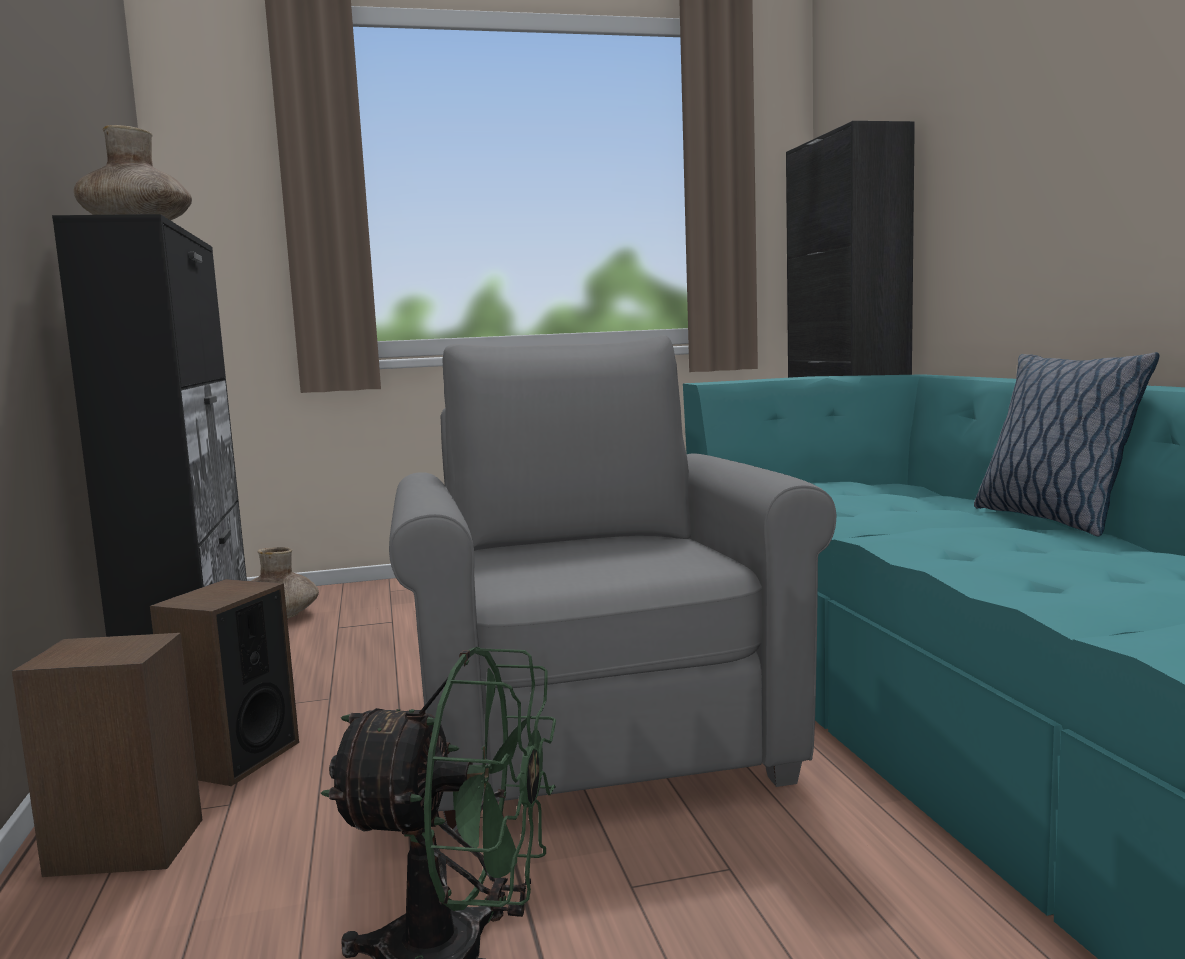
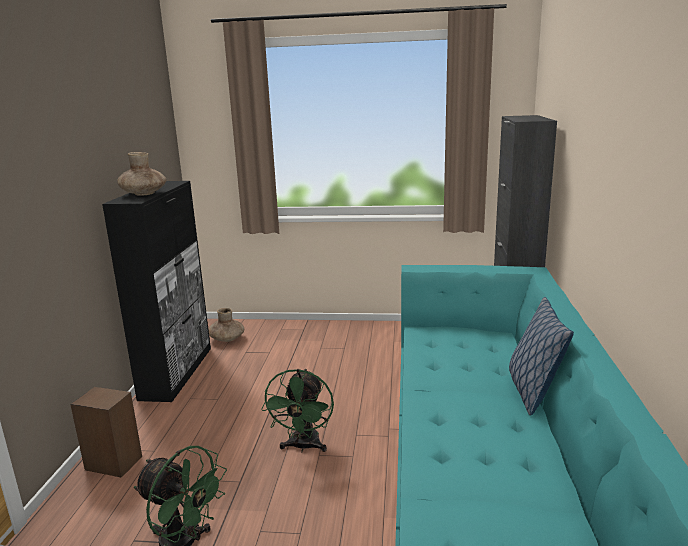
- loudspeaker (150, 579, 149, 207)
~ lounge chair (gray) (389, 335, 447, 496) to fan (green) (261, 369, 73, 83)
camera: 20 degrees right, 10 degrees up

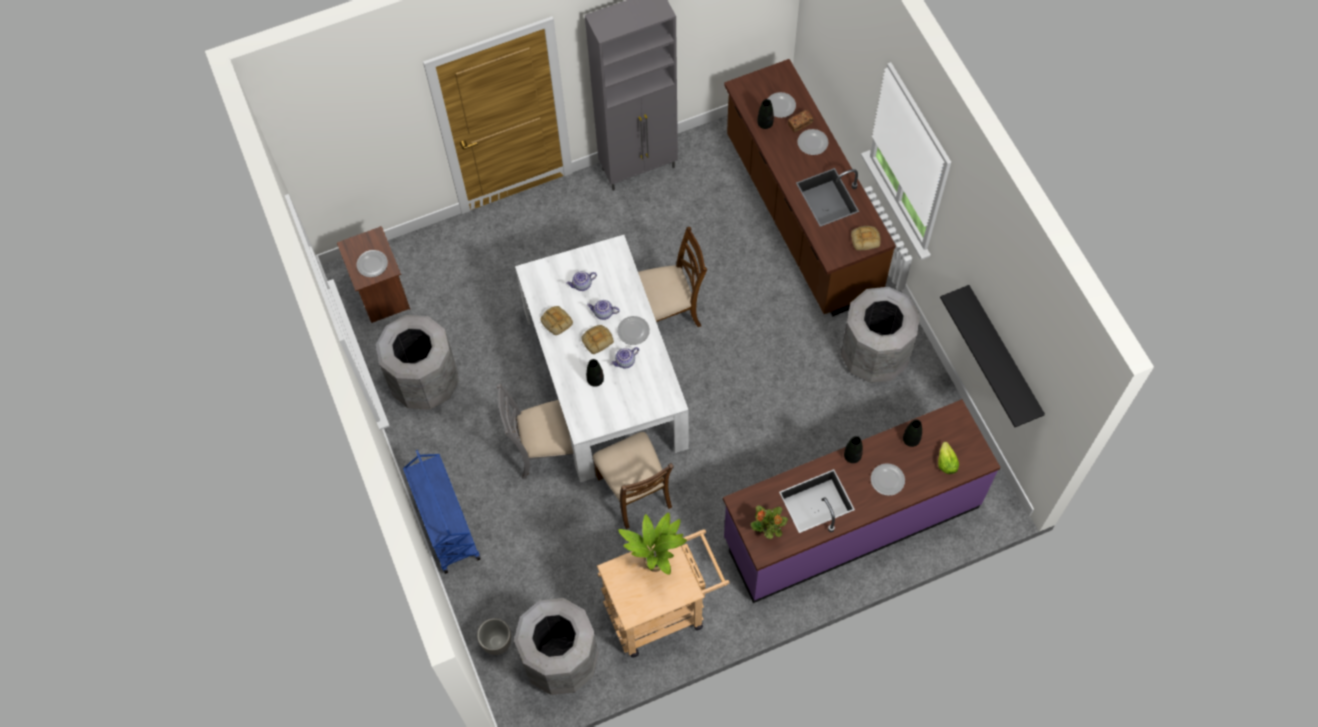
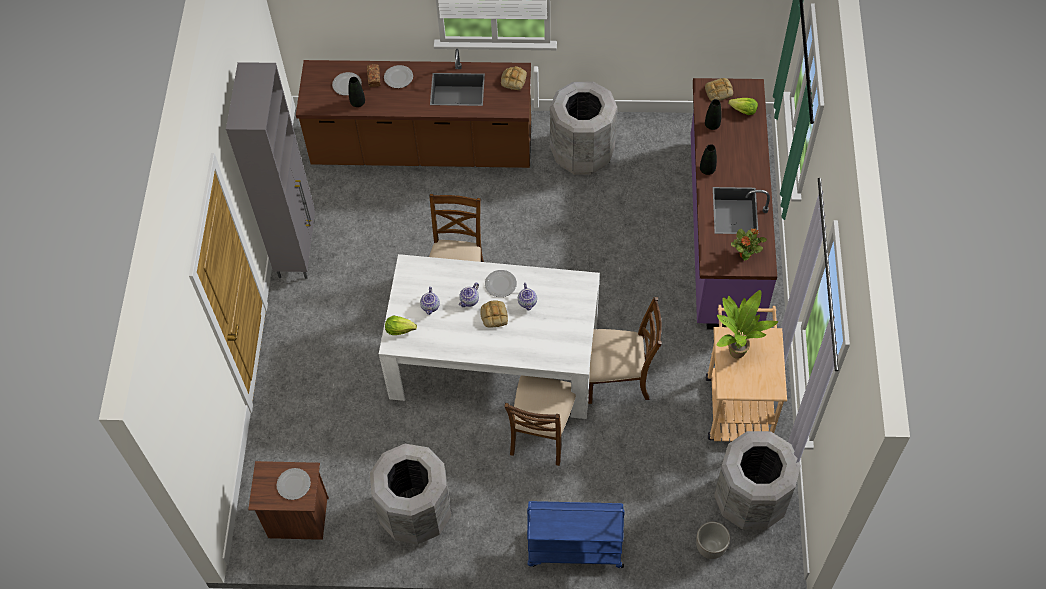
~ upright chair (gray) (497, 383, 76, 96) to upright chair (brown-coloured) (504, 376, 72, 90)
~ baked bread (540, 306, 33, 29) to (705, 78, 28, 23)
- decorative vase (blackish) (586, 359, 18, 28)
- plate (871, 463, 34, 33)
- shelf (blackish) (940, 285, 105, 142)
+ lettuce head (385, 316, 32, 19)
camera: 65 degrees left, 5 degrees down

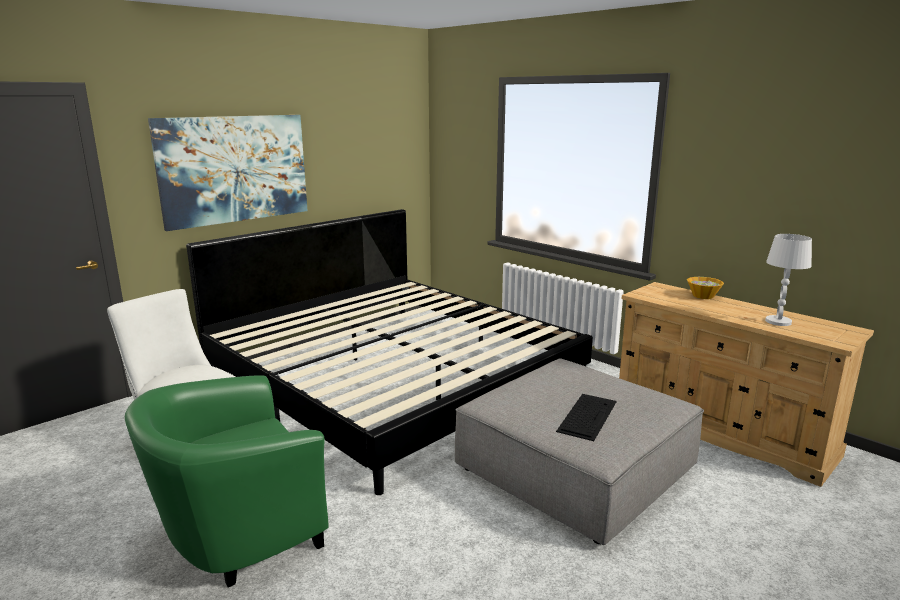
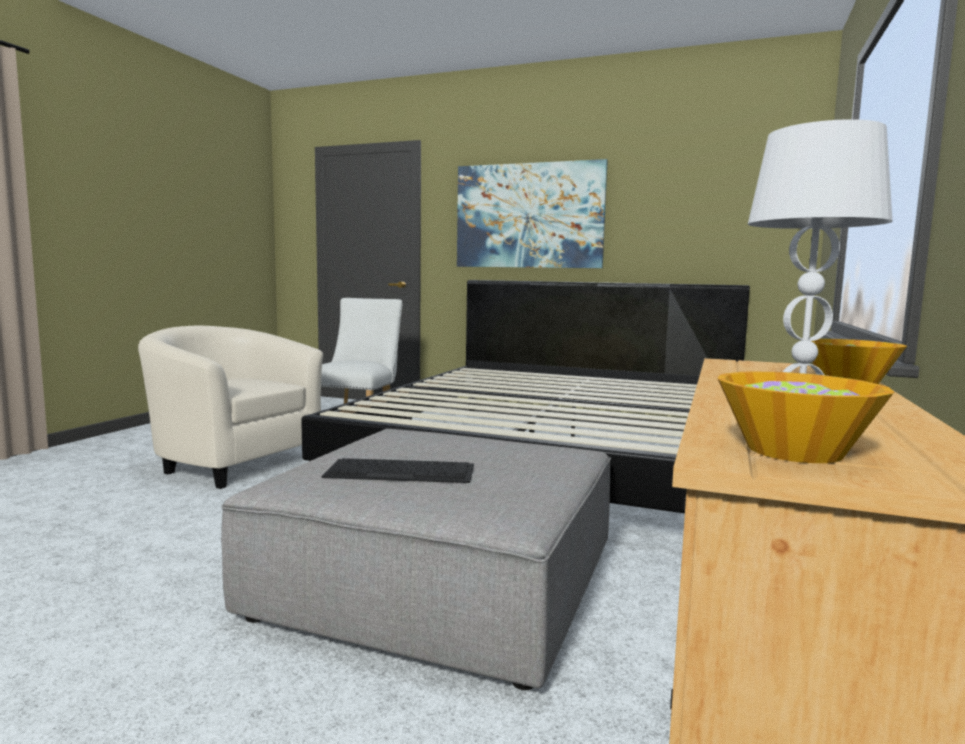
~ lounge chair (green) (125, 375, 203, 213) to lounge chair (sand-coloured) (138, 326, 185, 163)
+ serving bowl (717, 372, 177, 91)
camera: 65 degrees right, 10 degrees down

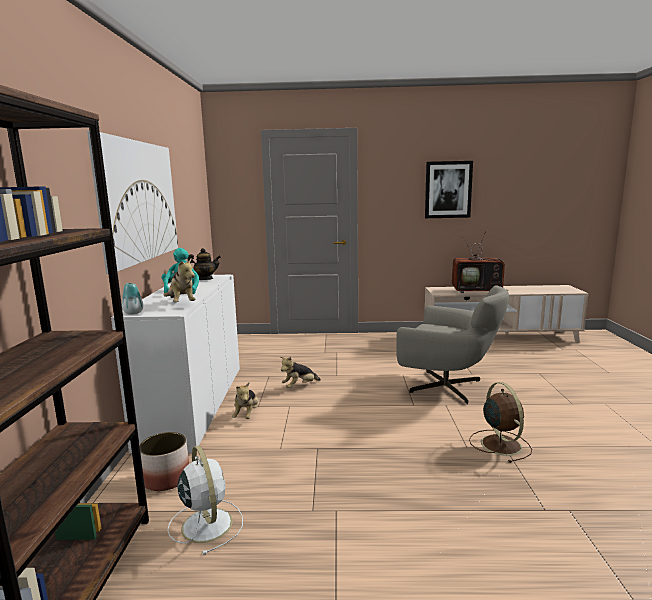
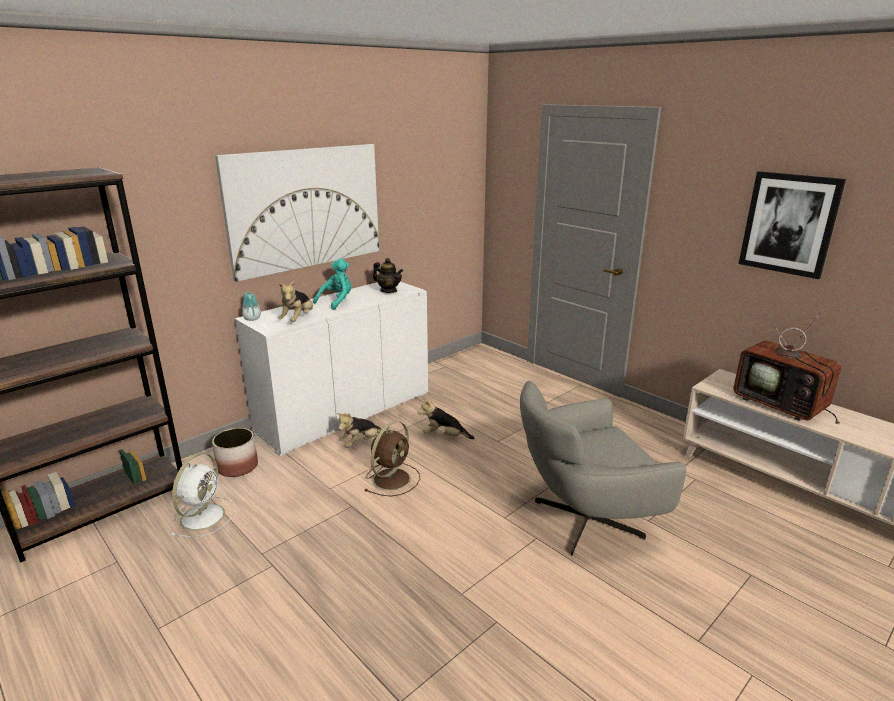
~ lounge chair (gray) (396, 285, 113, 119) = (520, 381, 166, 175) 90 degrees clockwise
~ fan (brown-coloured) (469, 382, 63, 81) to (365, 421, 55, 76)
camera: 45 degrees right, 10 degrees up

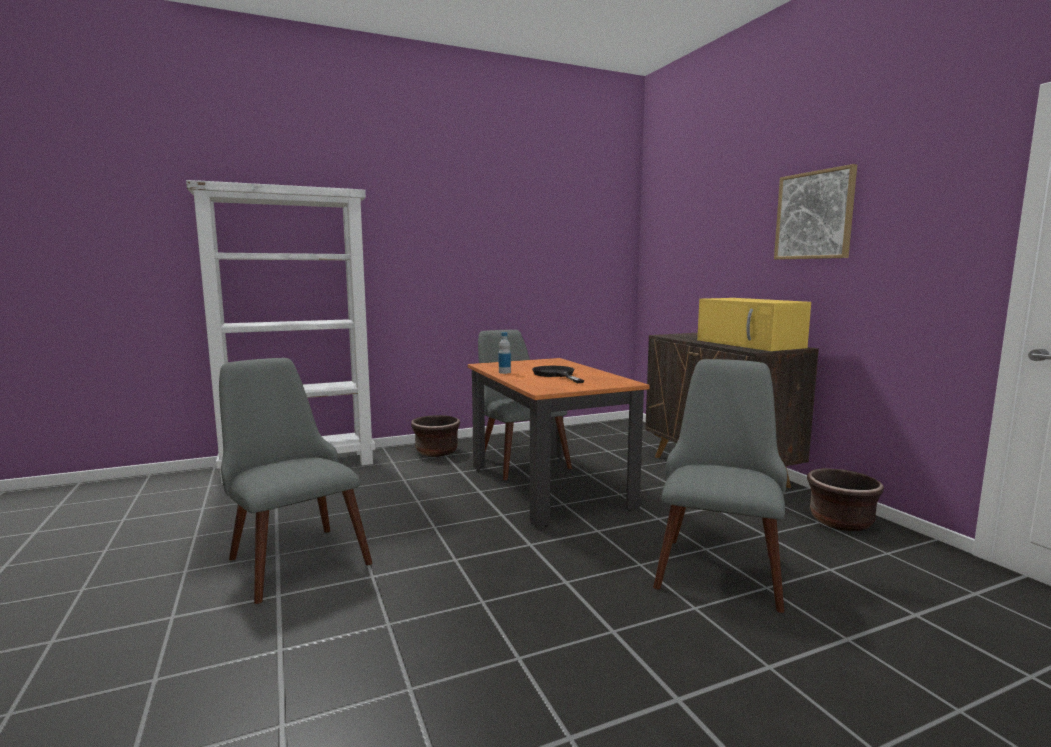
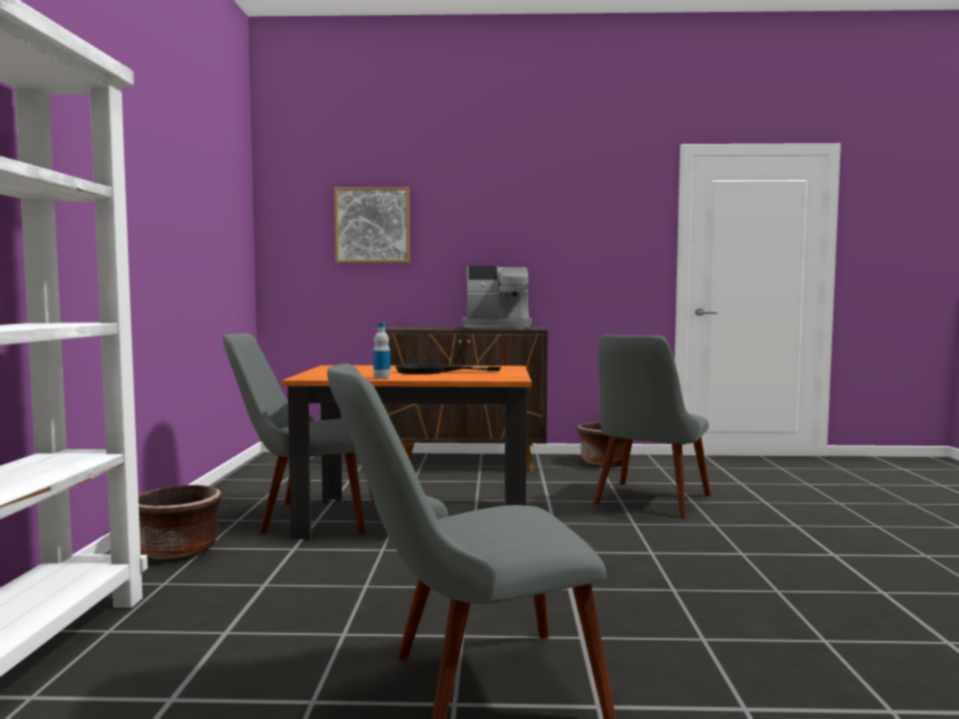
~ upright chair (gray) (653, 359, 134, 254) = (593, 334, 118, 184) 105 degrees counterclockwise
~ kitchen microwave (yellowish) (697, 298, 114, 53) to coffee maker (462, 266, 70, 63)
~ wall art (774, 164, 83, 96) to (334, 187, 76, 76)
camera: 65 degrees left, 5 degrees down

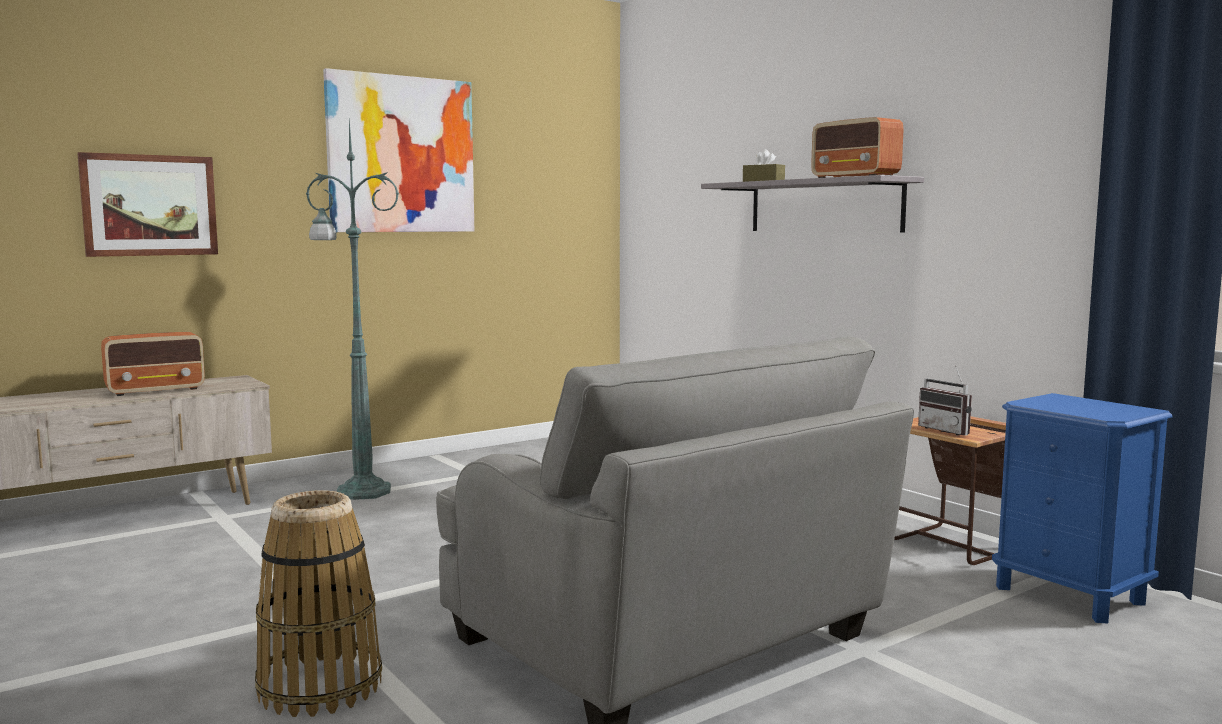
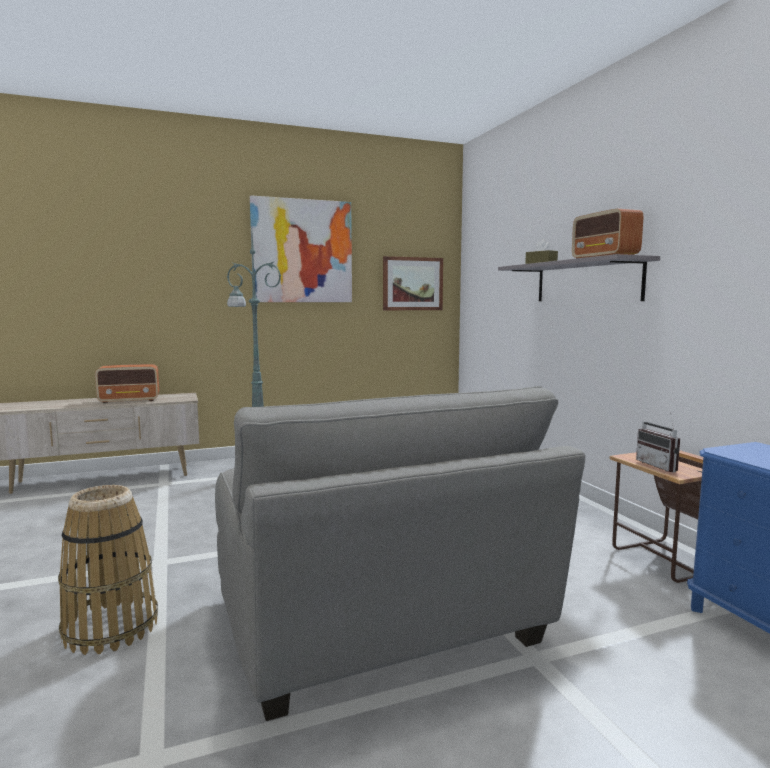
~ wall art (77, 152, 141, 105) to (383, 256, 60, 54)
camera: 15 degrees right, 0 degrees up

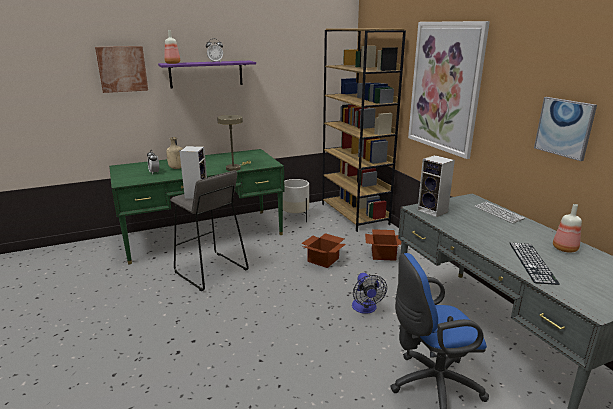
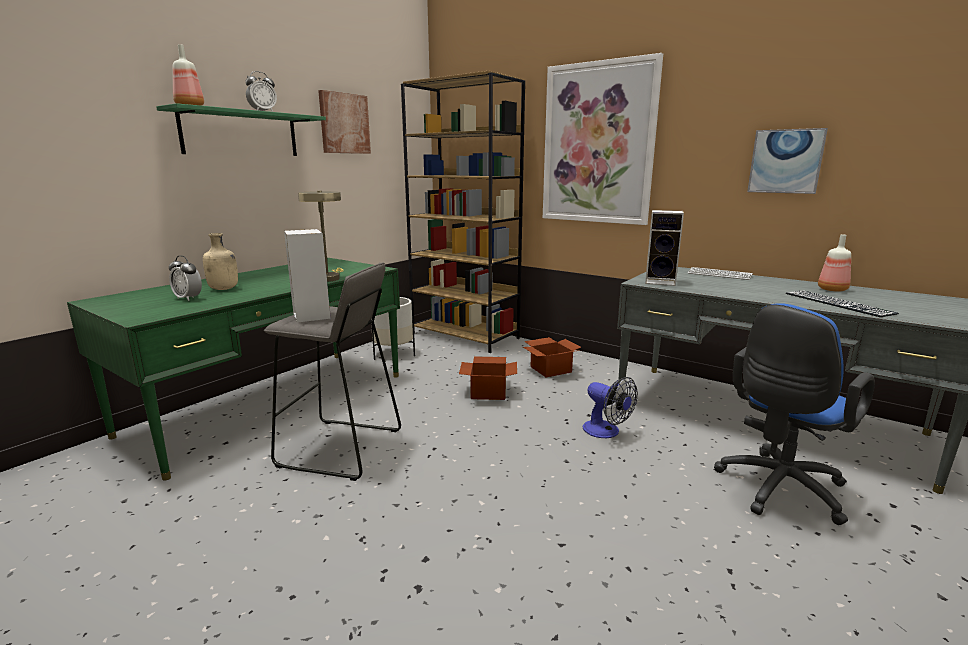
~ wall art (95, 46, 53, 47) to (318, 90, 53, 64)
~ shelf (purple-coloured) (158, 61, 98, 28) to shelf (green) (156, 103, 170, 53)
camera: 30 degrees left, 5 degrees down

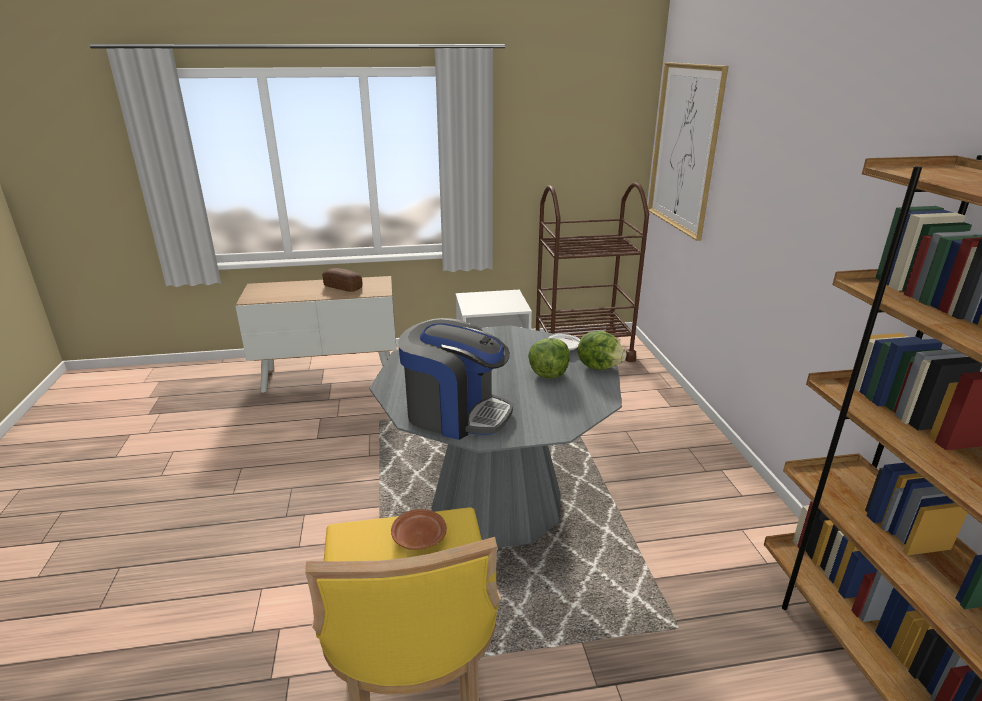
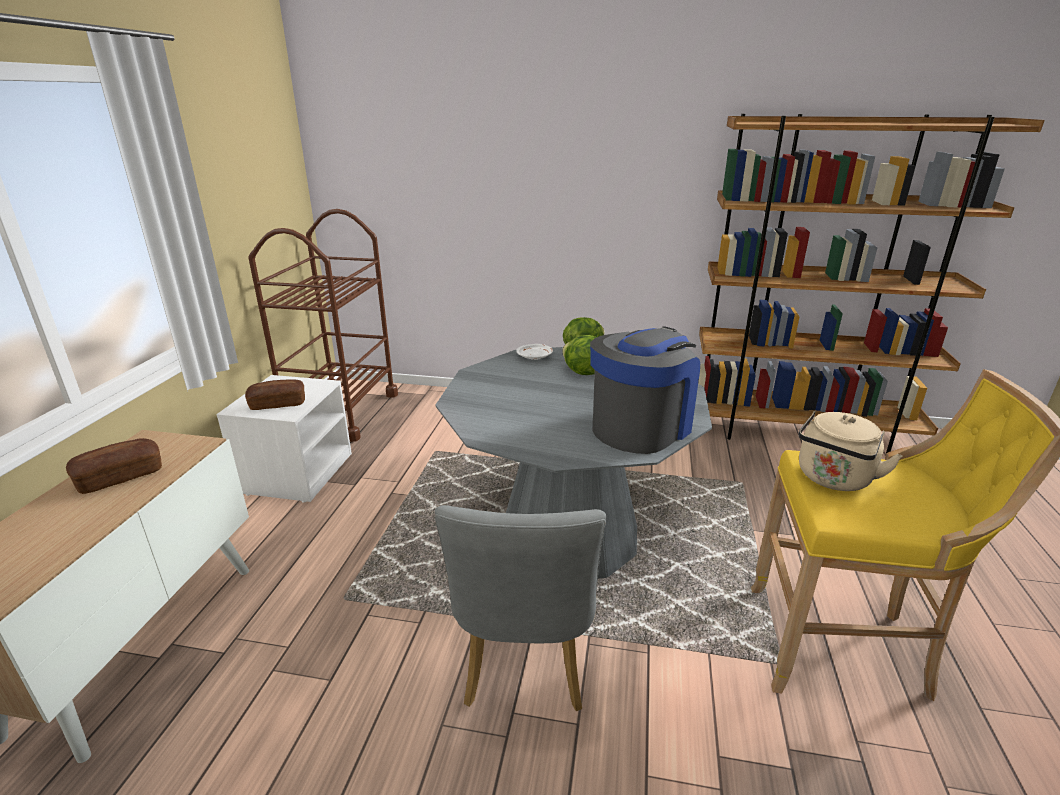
~ plate (brown-coloured) (391, 509, 56, 41) to water kettle (sand-coloured) (798, 411, 105, 80)
- wall art (648, 62, 81, 179)
+ baked bread (245, 379, 60, 31)
+ upright chair (gray) (435, 505, 171, 206)
camera: 70 degrees left, 0 degrees up

